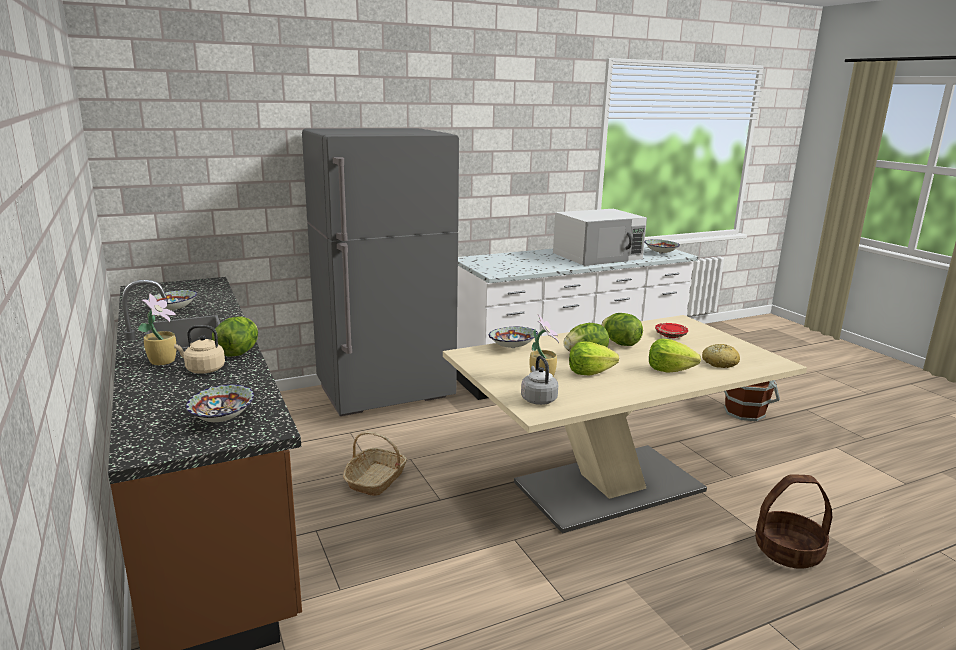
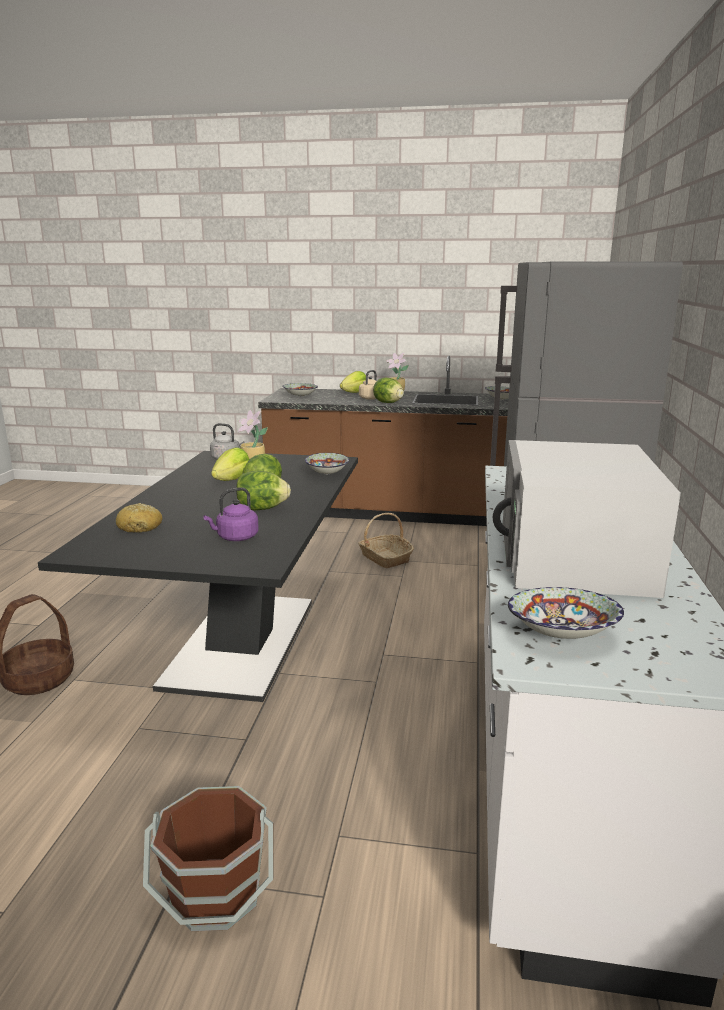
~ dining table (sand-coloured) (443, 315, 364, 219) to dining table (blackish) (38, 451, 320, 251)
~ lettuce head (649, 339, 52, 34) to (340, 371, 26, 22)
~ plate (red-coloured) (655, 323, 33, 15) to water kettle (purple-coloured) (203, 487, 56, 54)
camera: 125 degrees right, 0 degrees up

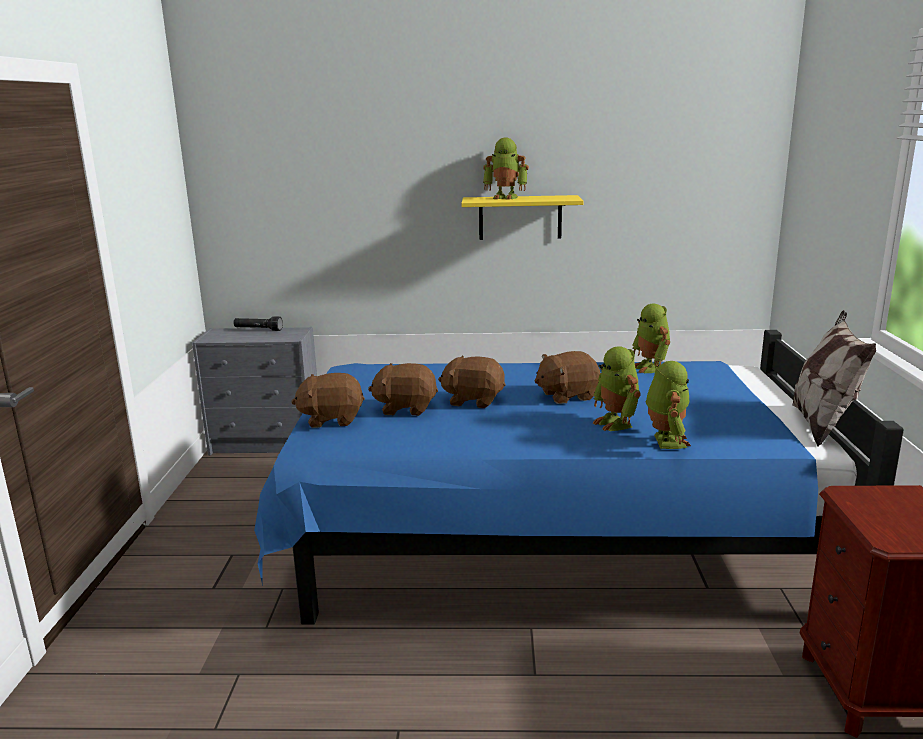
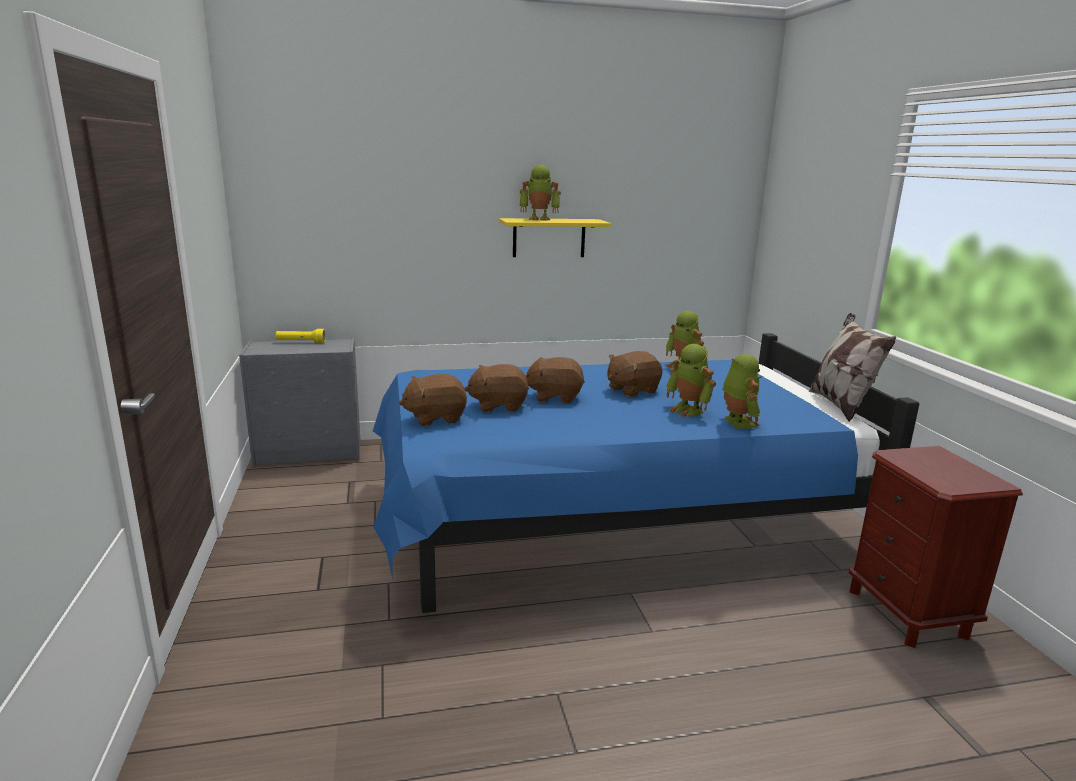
~ hand torch (blackish) (234, 316, 49, 15) to hand torch (yellowish) (275, 329, 51, 14)
camera: 15 degrees left, 0 degrees up

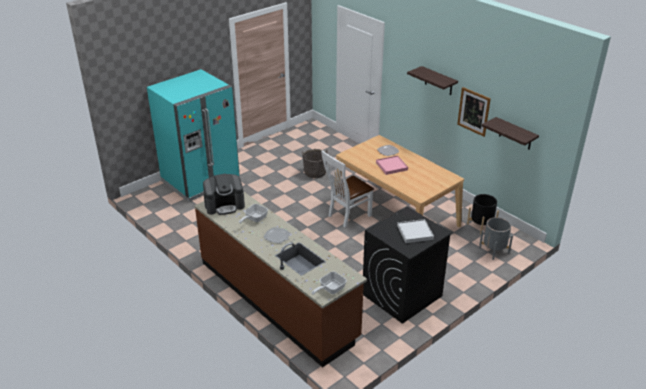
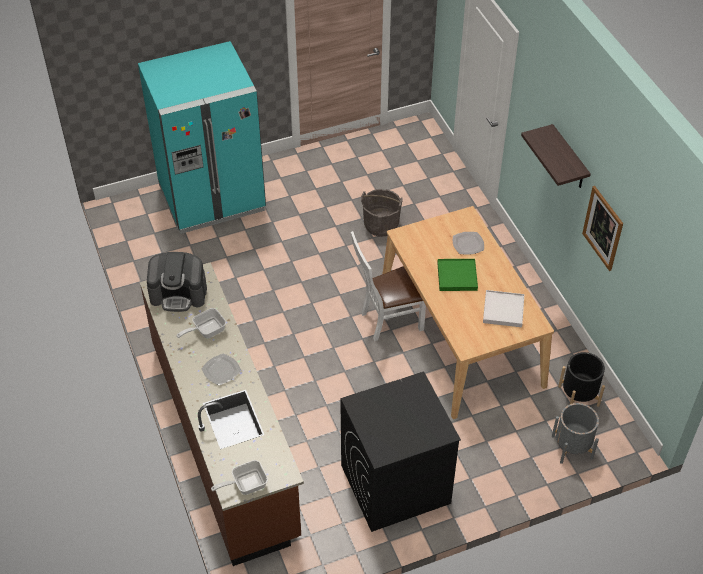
~ serving tray (pink-coloured) (376, 155, 32, 20) to serving tray (green) (437, 259, 41, 32)
~ serving tray (white) (397, 219, 37, 24) to (483, 290, 41, 37)
- shelf (482, 117, 57, 33)
camera: 20 degrees right, 15 degrees up

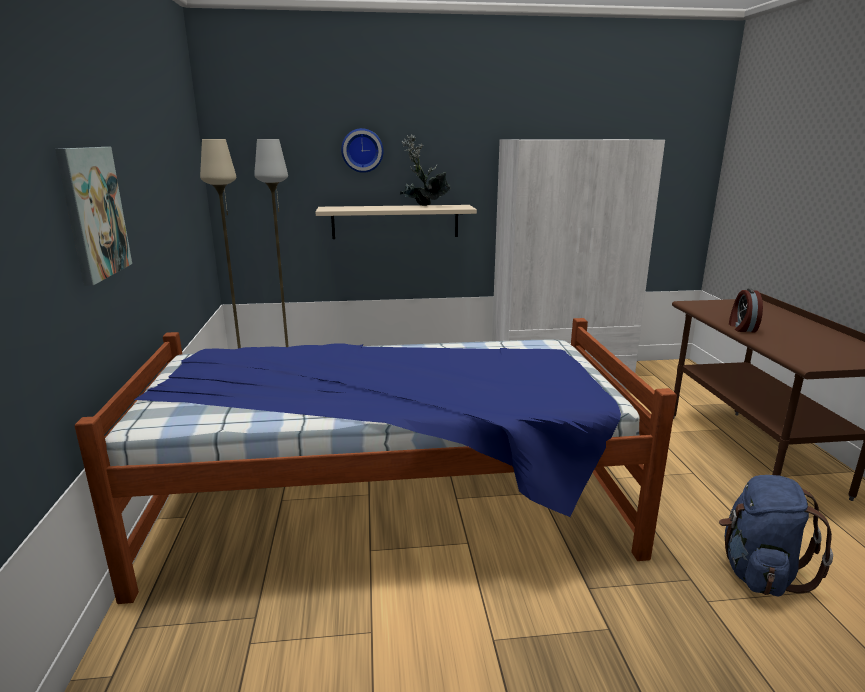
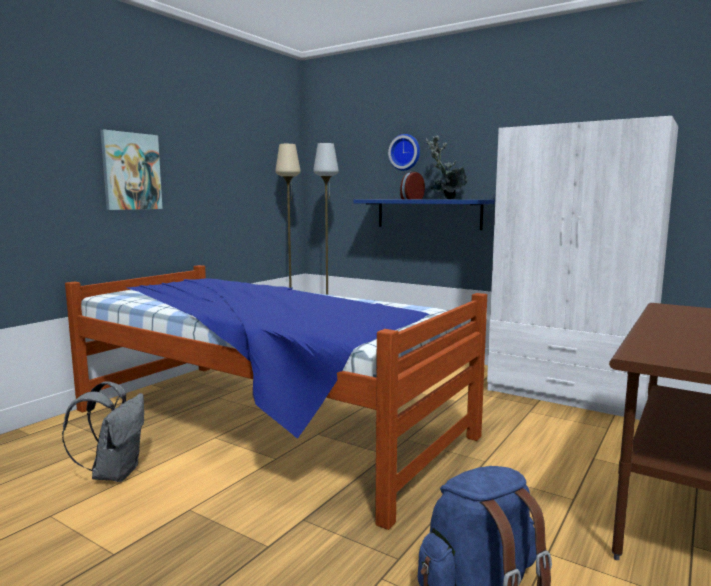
~ shelf (sand-coloured) (316, 205, 161, 34) to shelf (bluish) (353, 199, 142, 31)
~ table clock (729, 288, 34, 44) to (400, 171, 25, 28)
+ knapsack (gray) (62, 381, 82, 101)
camera: 40 degrees right, 10 degrees down

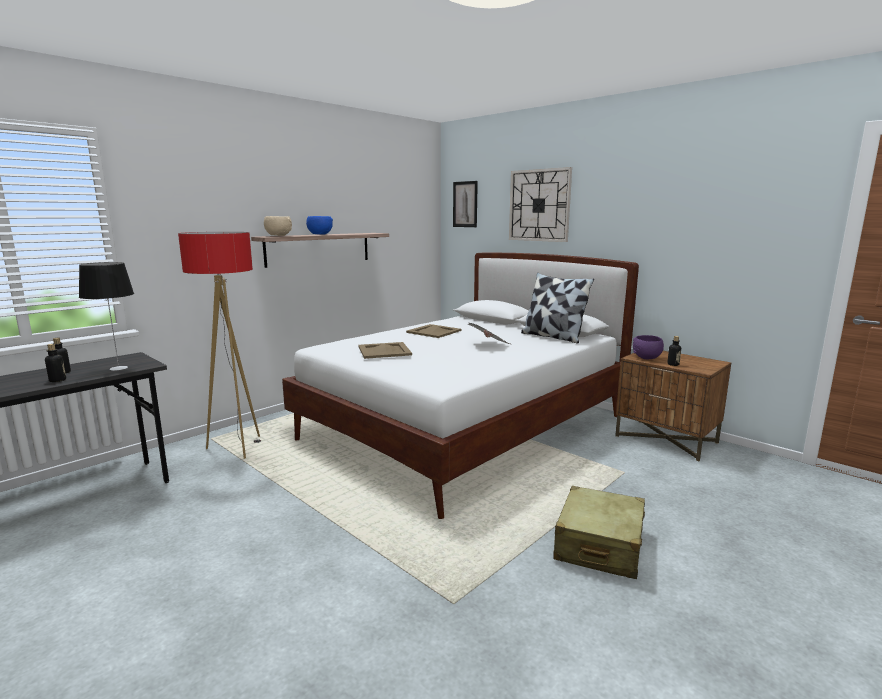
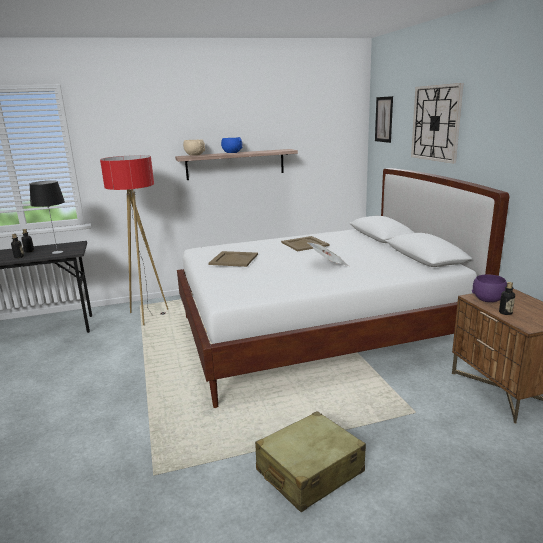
- cushion (521, 273, 73, 71)
camera: 30 degrees right, 5 degrees up

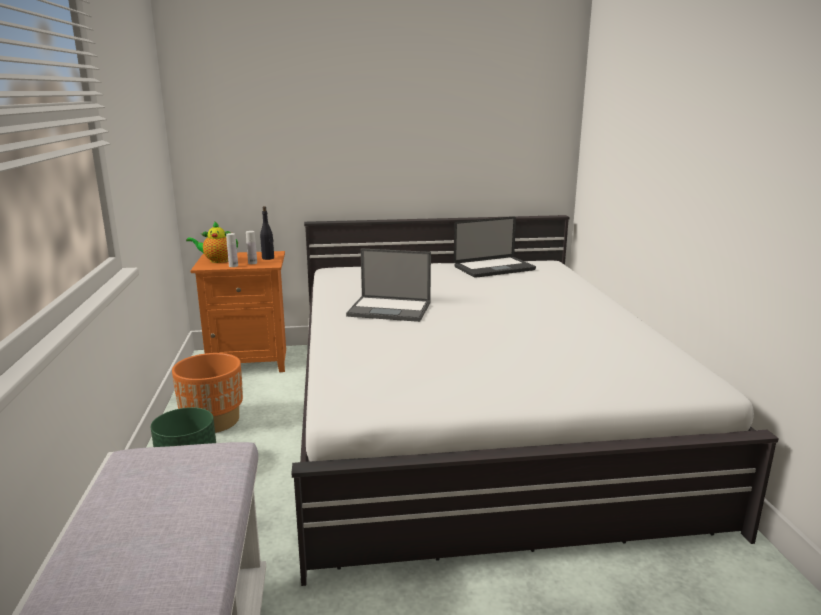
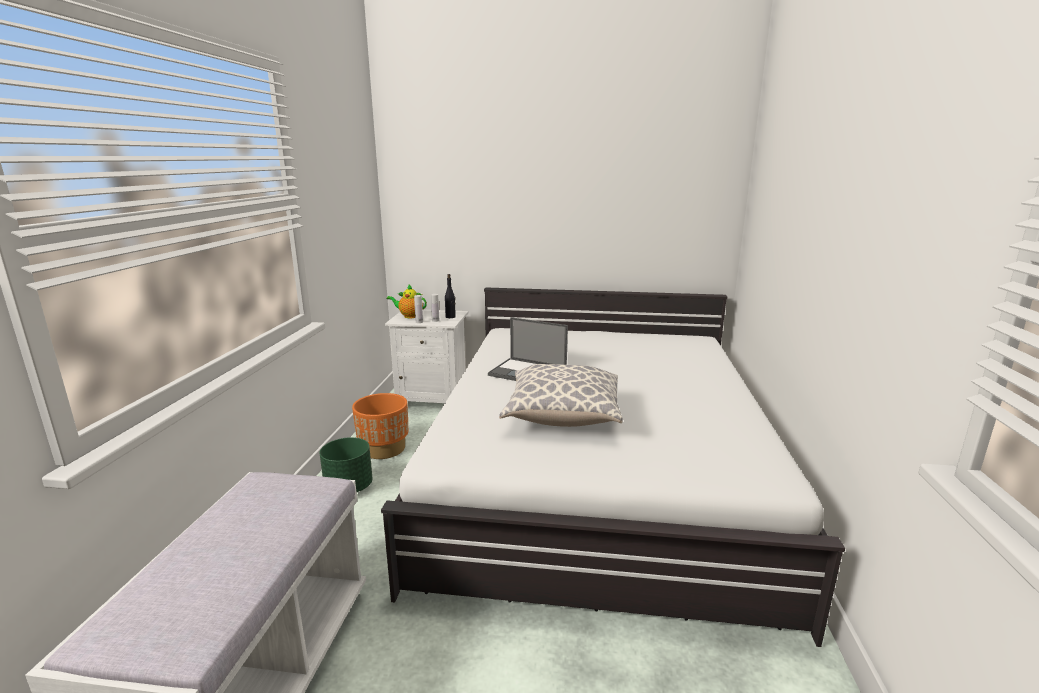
~ nightstand (orange) (191, 251, 95, 121) to nightstand (white) (385, 310, 83, 93)
- laptop (454, 216, 82, 62)
+ cushion (499, 364, 124, 63)
camera: 15 degrees right, 0 degrees up

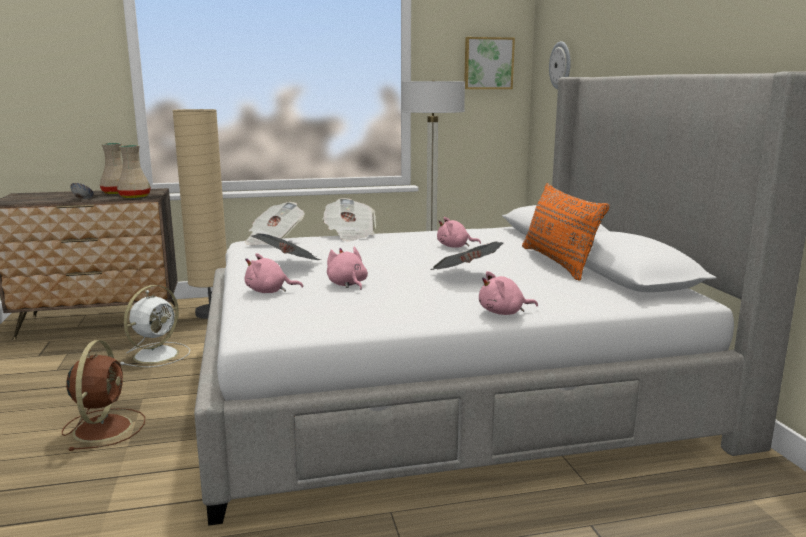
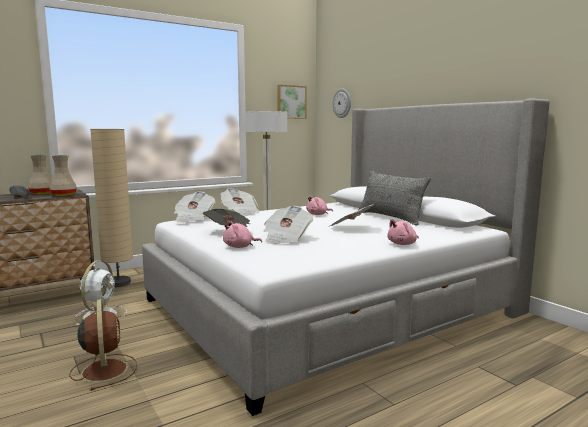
~ soft toy (pink-coloured) (327, 247, 41, 43) to printed paper (264, 206, 49, 38)
~ cushion (orange) (522, 183, 88, 98) to cushion (gray) (359, 171, 72, 54)
camera: 20 degrees left, 5 degrees down

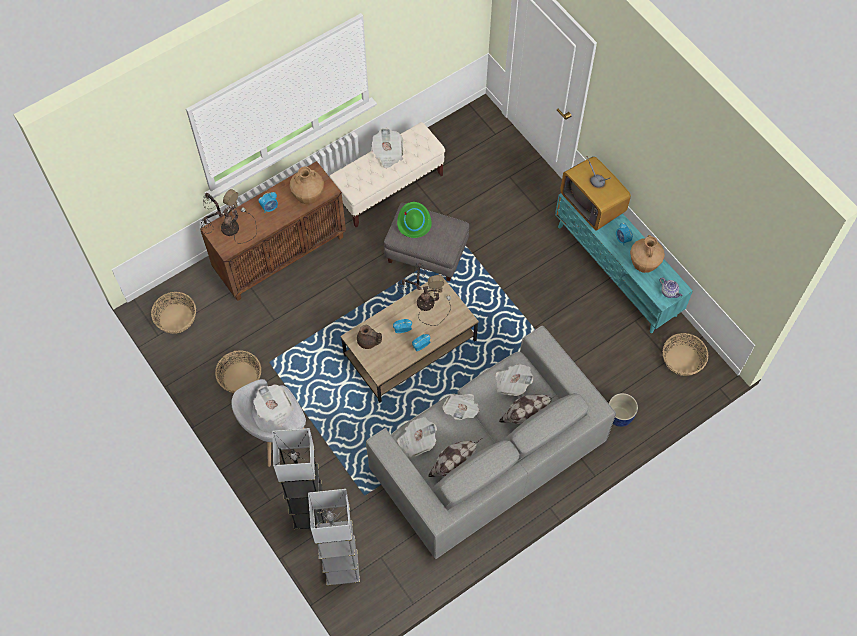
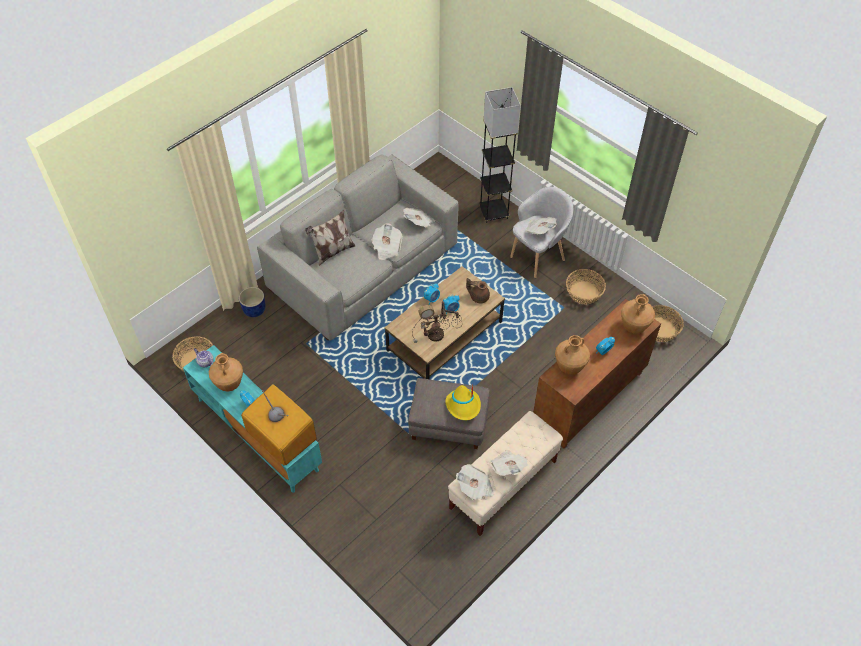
~ tabletop lamp (201, 189, 56, 55) to decorative vase (brown-coloured) (621, 294, 34, 40)
- standing lamp (gray) (308, 489, 52, 97)
~ wearable hat (green) (397, 202, 35, 36) to wearable hat (yellowish) (445, 385, 36, 35)
- cushion (428, 438, 54, 39)
~ printed paper (496, 364, 37, 32) to (456, 464, 38, 36)
camera: 170 degrees right, 10 degrees down

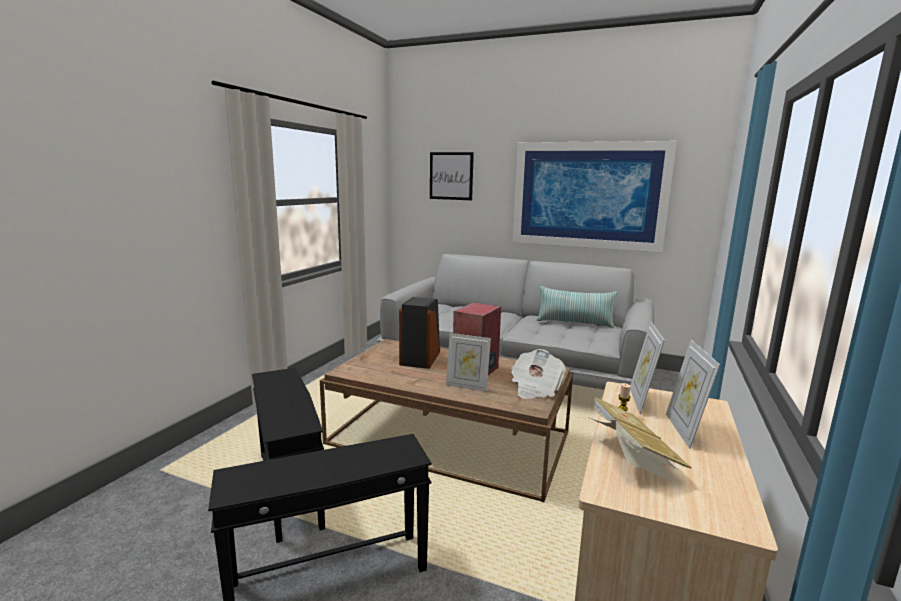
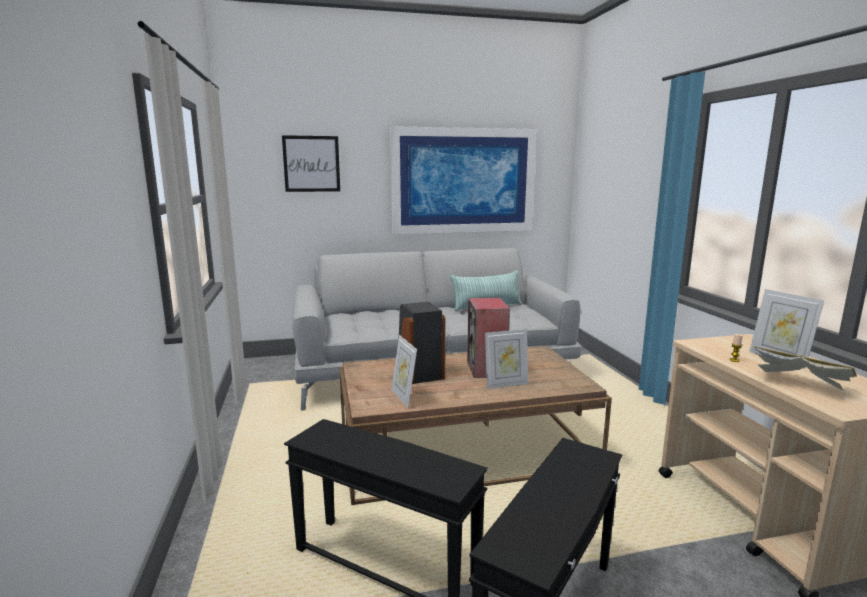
- printed paper (511, 349, 55, 50)
~ photo frame (630, 321, 35, 94) to (391, 335, 26, 73)
camera: 35 degrees left, 0 degrees up

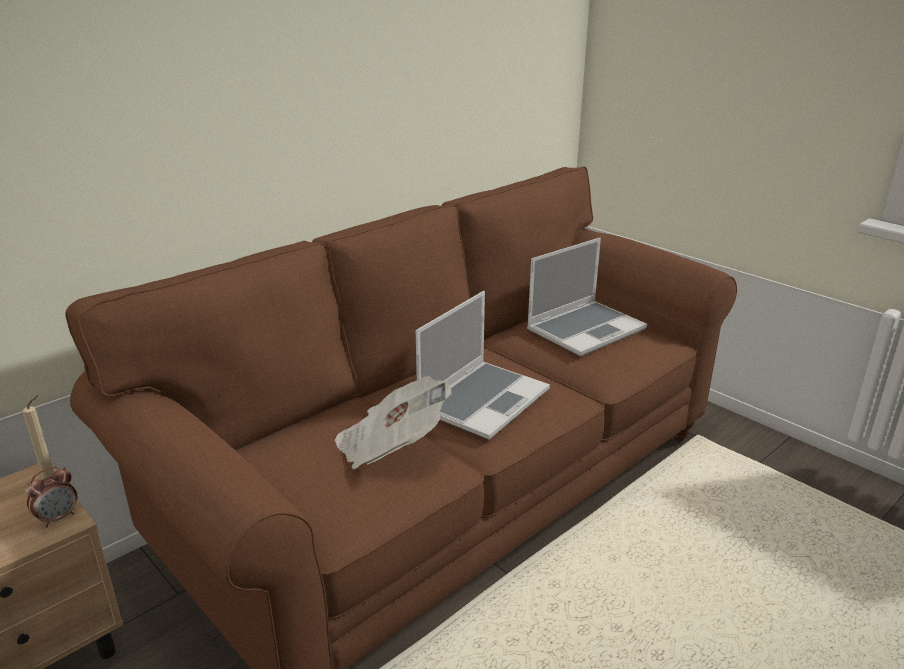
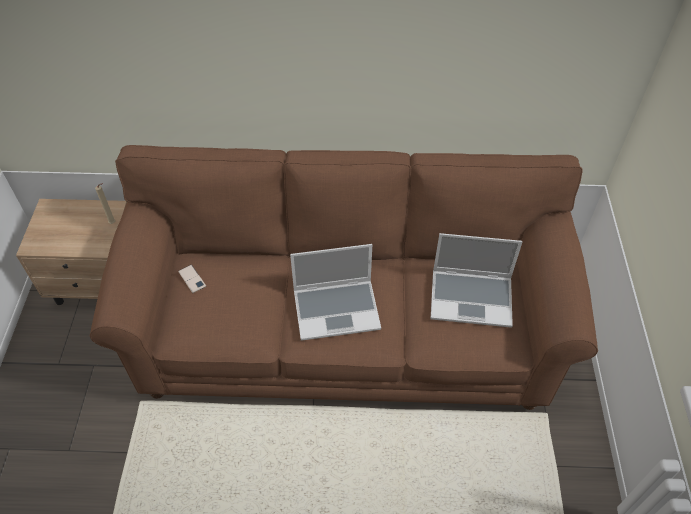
- table clock (25, 466, 52, 62)
- printed paper (335, 376, 117, 93)
+ handset (178, 265, 28, 28)
camera: 45 degrees right, 25 degrees up

